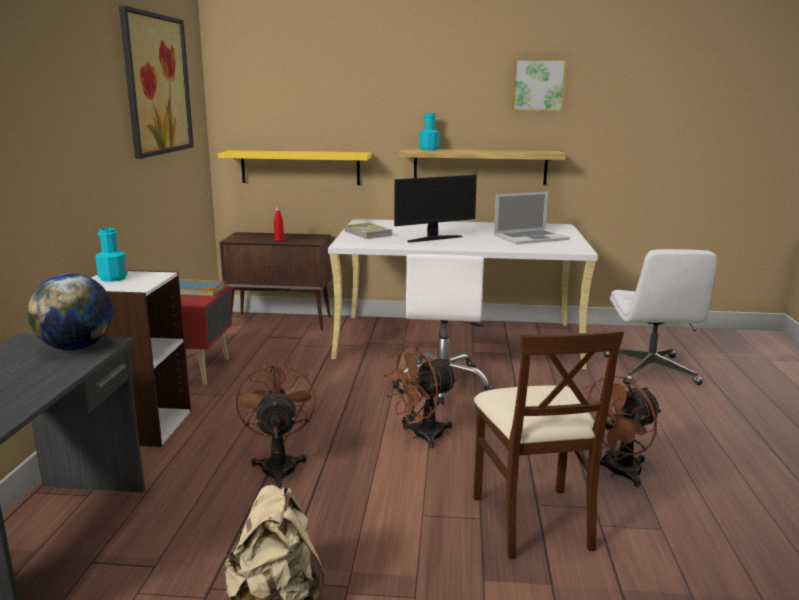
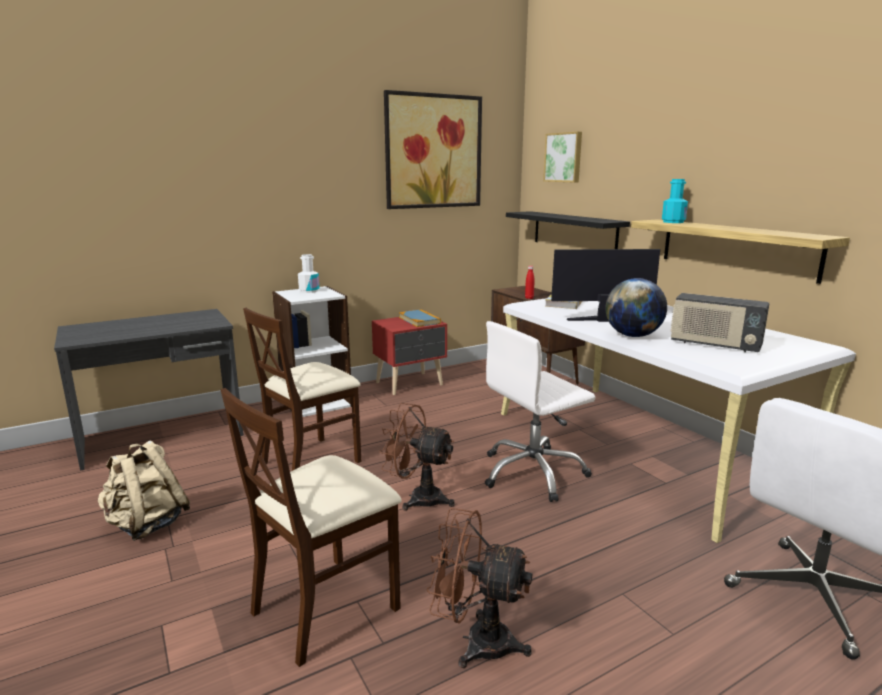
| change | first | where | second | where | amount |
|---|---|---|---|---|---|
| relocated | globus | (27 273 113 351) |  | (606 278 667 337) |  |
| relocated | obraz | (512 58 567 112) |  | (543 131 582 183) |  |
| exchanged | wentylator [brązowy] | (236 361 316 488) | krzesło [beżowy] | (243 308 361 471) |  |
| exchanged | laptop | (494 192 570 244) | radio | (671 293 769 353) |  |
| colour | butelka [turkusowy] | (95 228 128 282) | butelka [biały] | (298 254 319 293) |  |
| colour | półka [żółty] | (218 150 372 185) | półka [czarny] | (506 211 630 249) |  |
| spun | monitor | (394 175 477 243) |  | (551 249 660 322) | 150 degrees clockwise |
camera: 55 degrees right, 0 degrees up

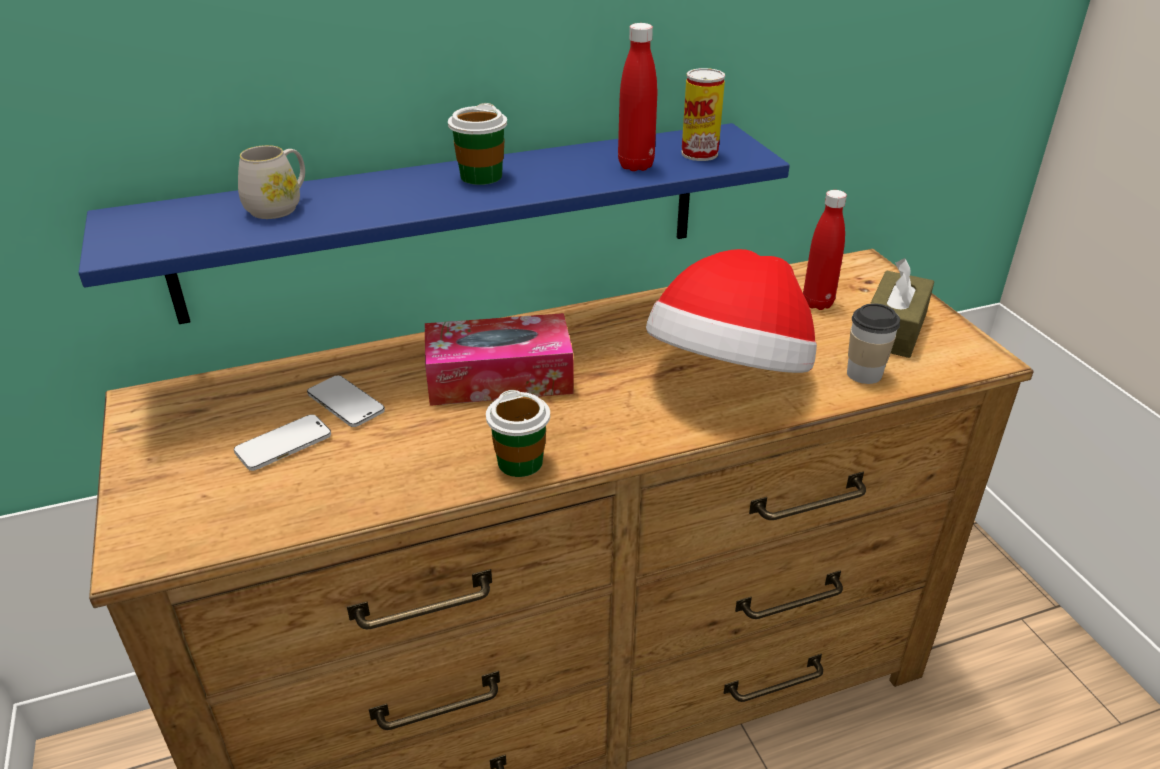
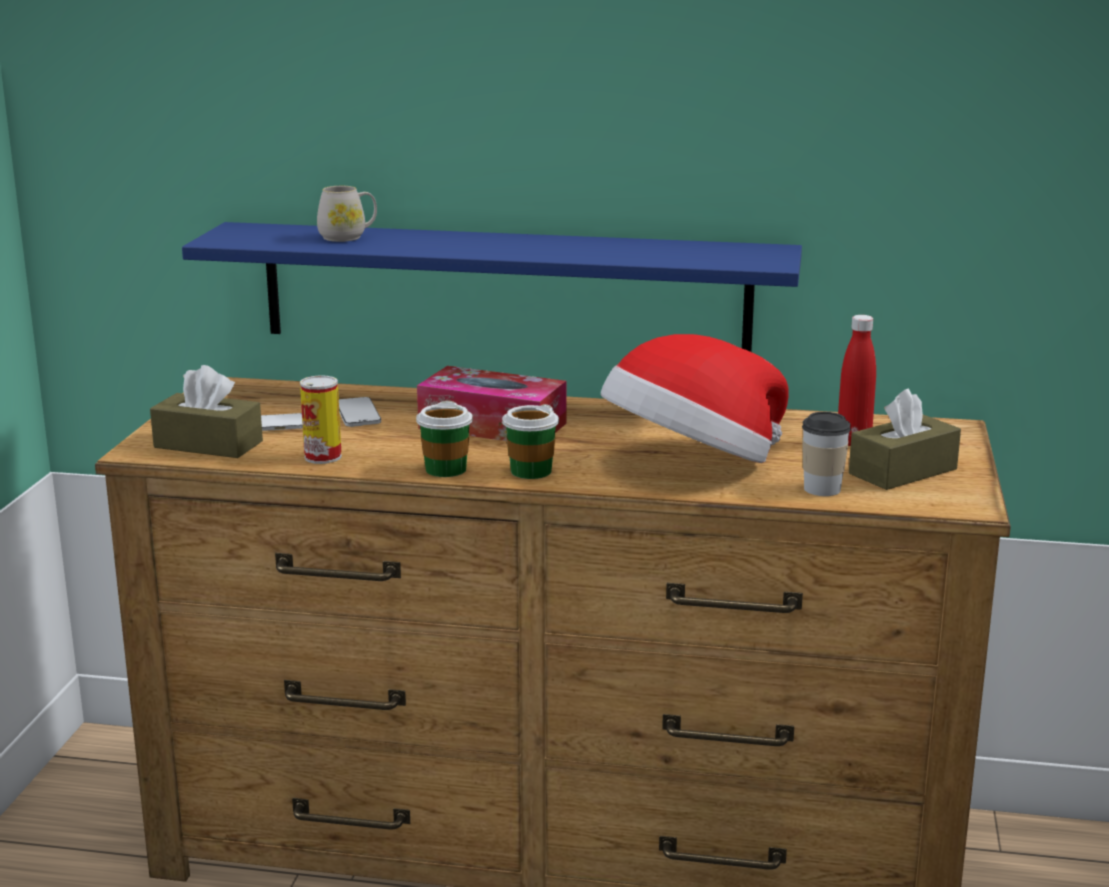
| change | first | where | second | where | amount |
|---|---|---|---|---|---|
| missing | butelka [czerwony] | (618 23 657 171) |  |  |  |
| appeared |  |  | pudełko chusteczek [brązowy] | (150 365 263 458) |  |
| relocated | filiżanka | (448 103 507 185) |  | (502 404 559 479) |  |
| relocated | puszka | (681 68 725 161) |  | (300 375 342 464) |  |
camera: 30 degrees right, 15 degrees down

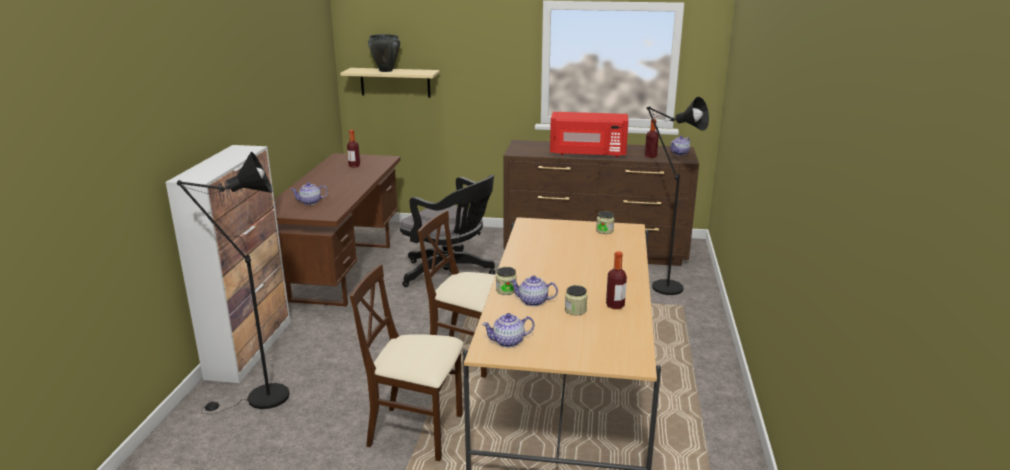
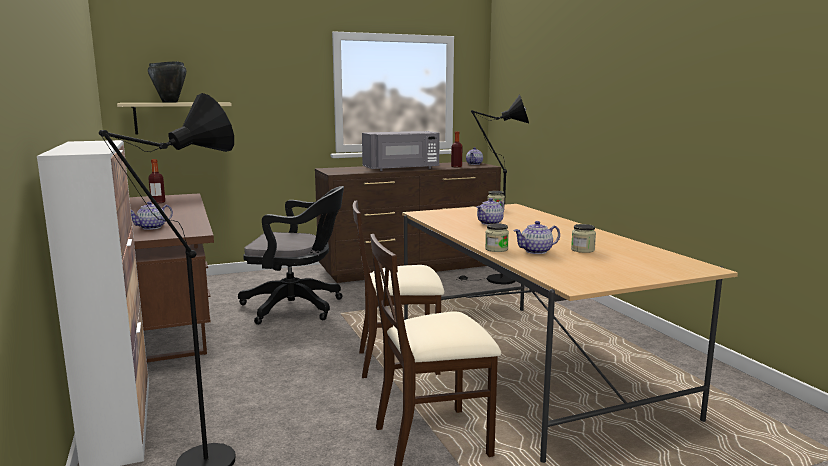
| change | first | where | second | where | amount |
|---|---|---|---|---|---|
| missing | butelka | (606 251 627 309) |  |  |  |
| relocated | imbryk | (482 313 534 347) |  | (477 198 504 225) |  |
| colour | mikrofalówka [czerwony] | (550 112 628 157) | mikrofalówka [szary] | (362 131 440 171) |  |
camera: 30 degrees left, 10 degrees down

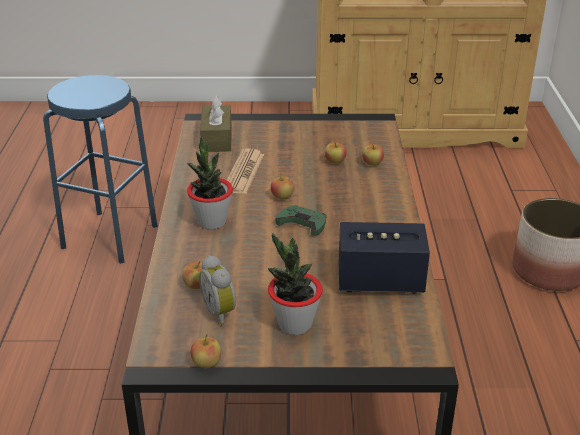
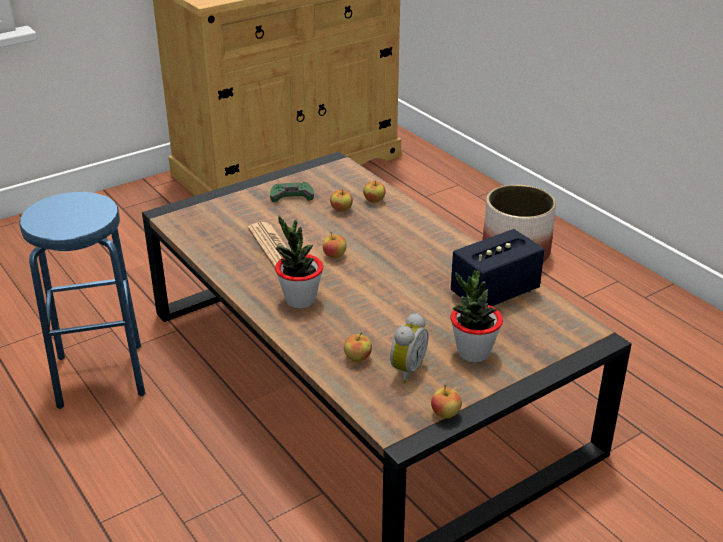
| change | first | where | second | where | amount |
|---|---|---|---|---|---|
| missing | pudełko chusteczek [brązowy] | (200 96 232 152) |  |  |  |
| relocated | pad do gier [zielony] | (275 205 326 236) |  | (270 182 314 202) |  |
| spun | budzik | (199 255 236 326) |  | (390 313 428 383) | 90 degrees counterclockwise |
camera: 35 degrees left, 0 degrees up

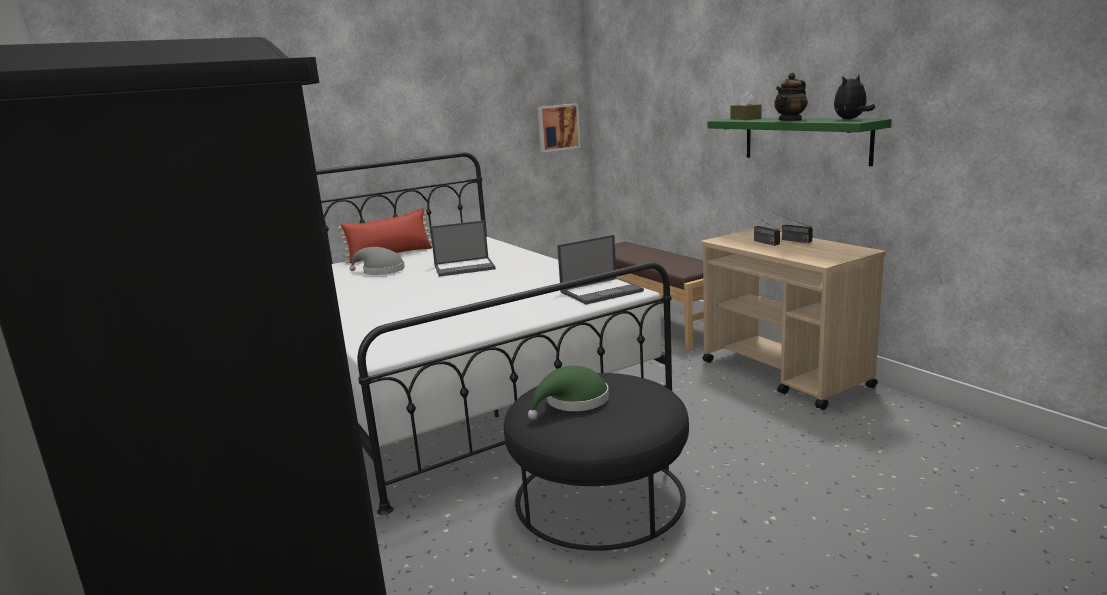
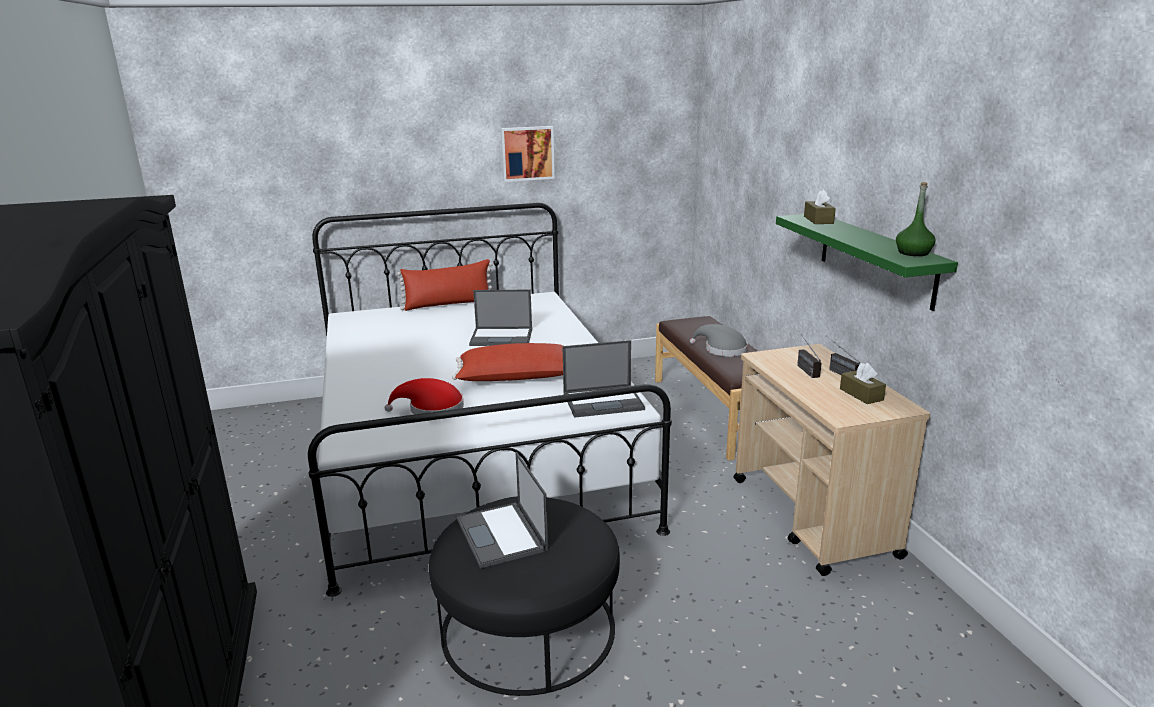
| change | first | where | second | where | amount |
|---|---|---|---|---|---|
| missing | imbryk | (774 73 808 121) |  |  |  |
| appeared |  |  | kapelusz [czerwony] | (385 378 464 414) |  |
| appeared |  |  | poduszka [czerwony] | (452 343 563 381) |  |
| appeared |  |  | pudełko chusteczek [brązowy] | (840 363 886 404) |  |
| relocated | kapelusz [szary] | (349 247 405 275) |  | (690 324 748 357) |  |
| relocated | obraz | (537 103 581 152) |  | (501 126 555 182) |  |
| exchanged | kapelusz [zielony] | (528 366 609 419) | laptop | (457 452 548 569) |  |
| exchanged | pluszak | (834 75 875 119) | butelka [zielony] | (896 182 935 256) |  |
camera: 15 degrees right, 5 degrees up

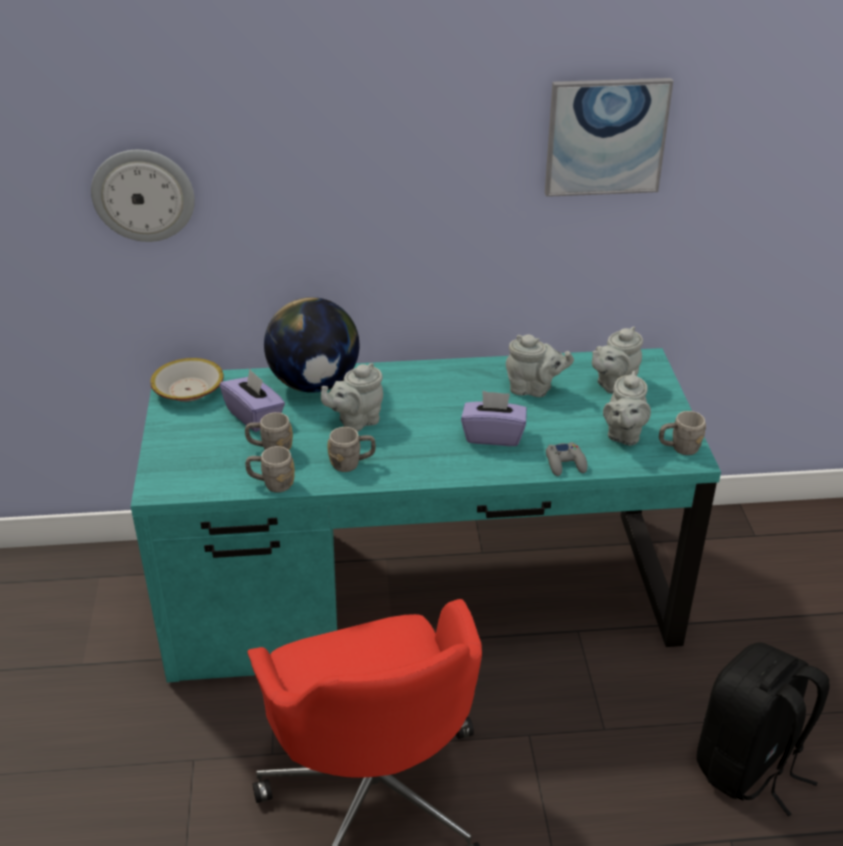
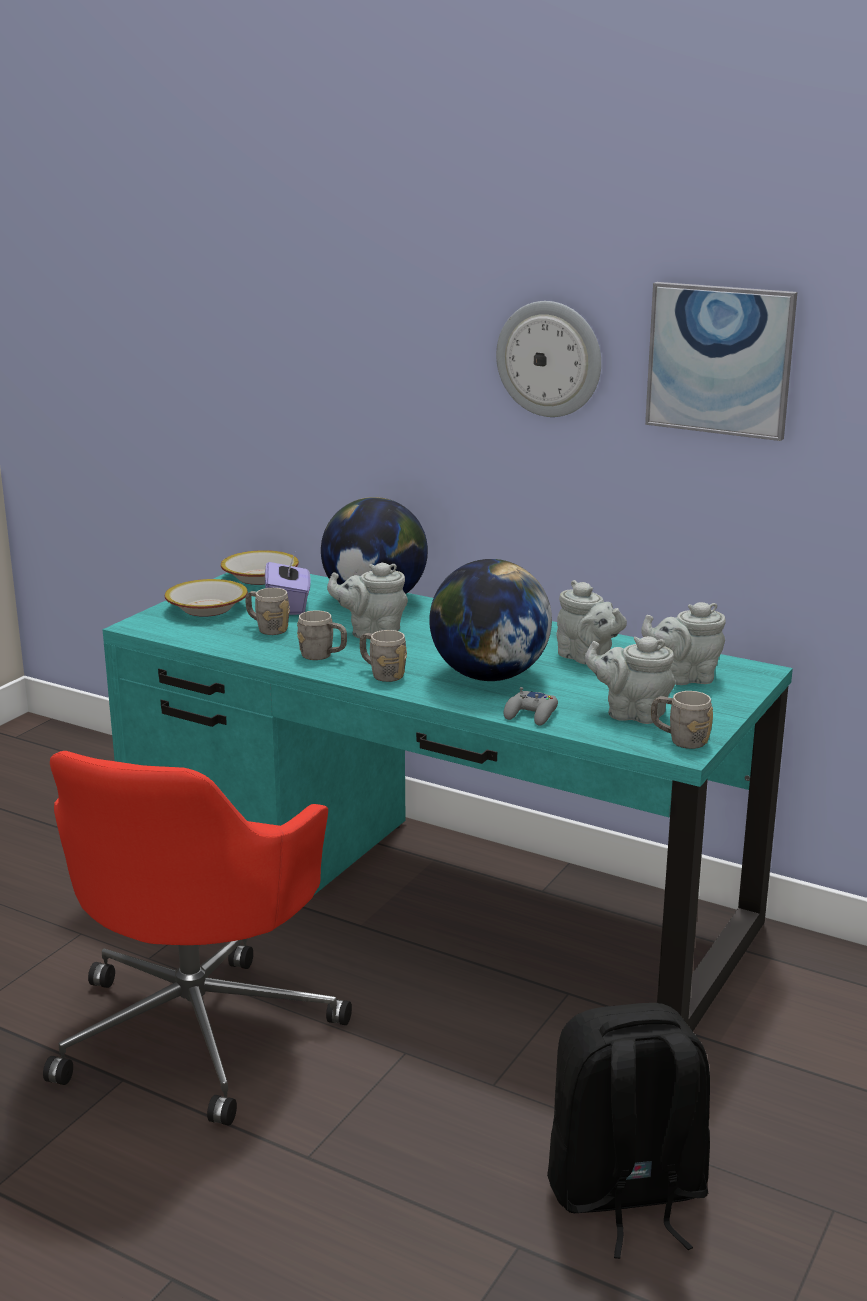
| change | first | where | second | where | amount |
|---|---|---|---|---|---|
| appeared |  |  | miska | (165 579 248 617) |  |
| relocated | zegar ścienny | (91 150 195 242) |  | (496 301 601 417) |  |
| relocated | kubek [szary] | (245 446 295 493) |  | (360 630 407 682) |  |
| exchanged | pudełko chusteczek [fioletowy] | (461 391 527 446) | globus | (429 559 552 681) |  |
| spun | imbryk [szary] | (603 371 651 446) |  | (585 636 675 724) | 60 degrees clockwise |
camera: 35 degrees right, 15 degrees down

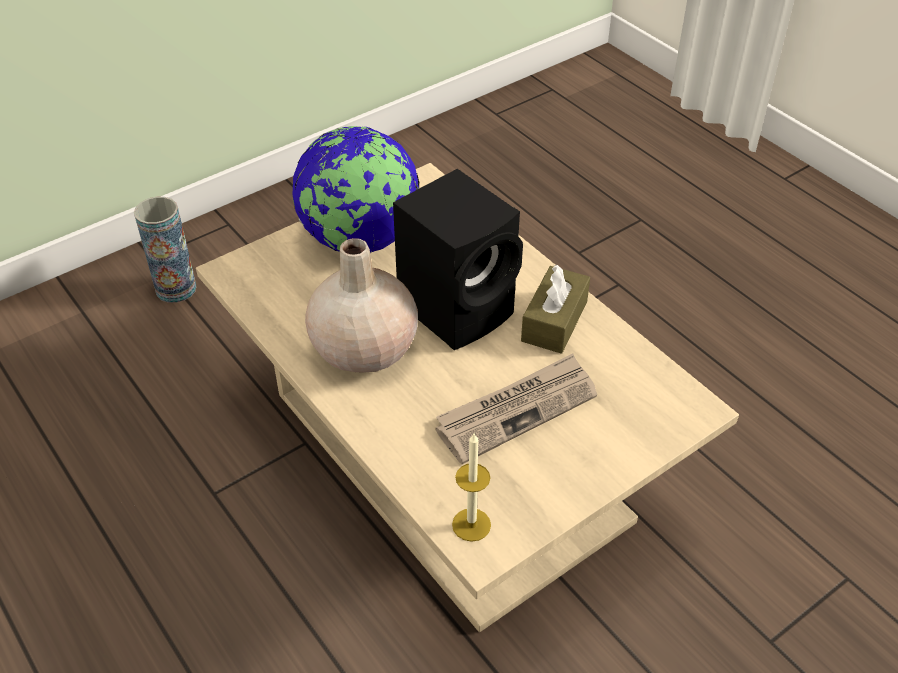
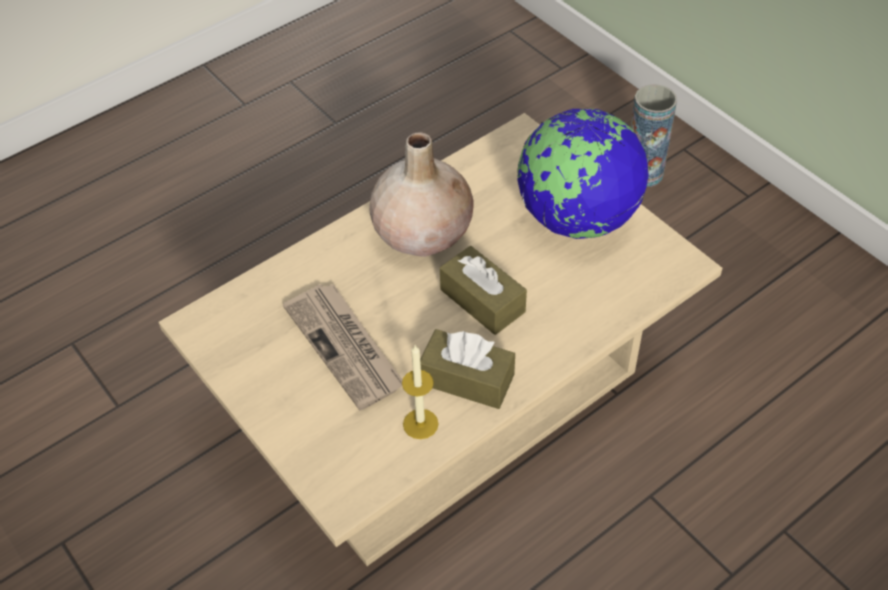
| change | first | where | second | where | amount |
|---|---|---|---|---|---|
| relocated | świeca | (452 434 491 542) |  | (402 345 439 439) |  |
| exchanged | głośnik [czarny] | (393 169 523 350) | pudełko chusteczek [brązowy] | (440 246 527 335) |  |
camera: 90 degrees right, 5 degrees up

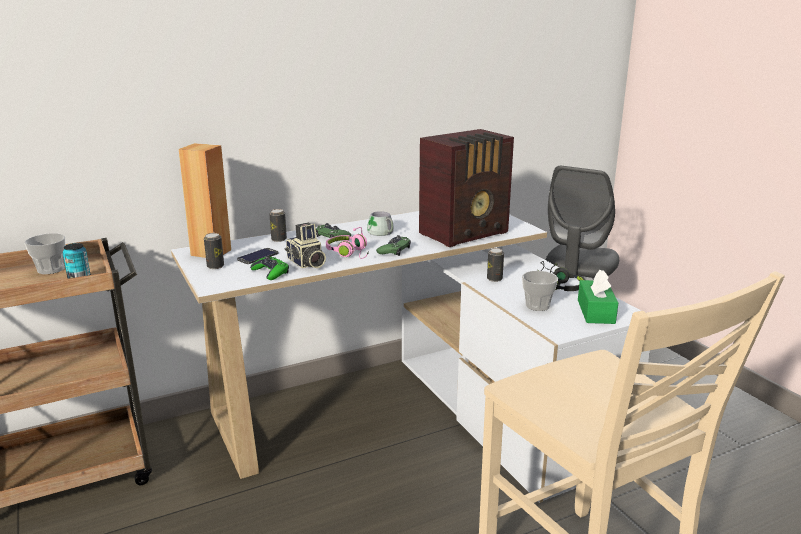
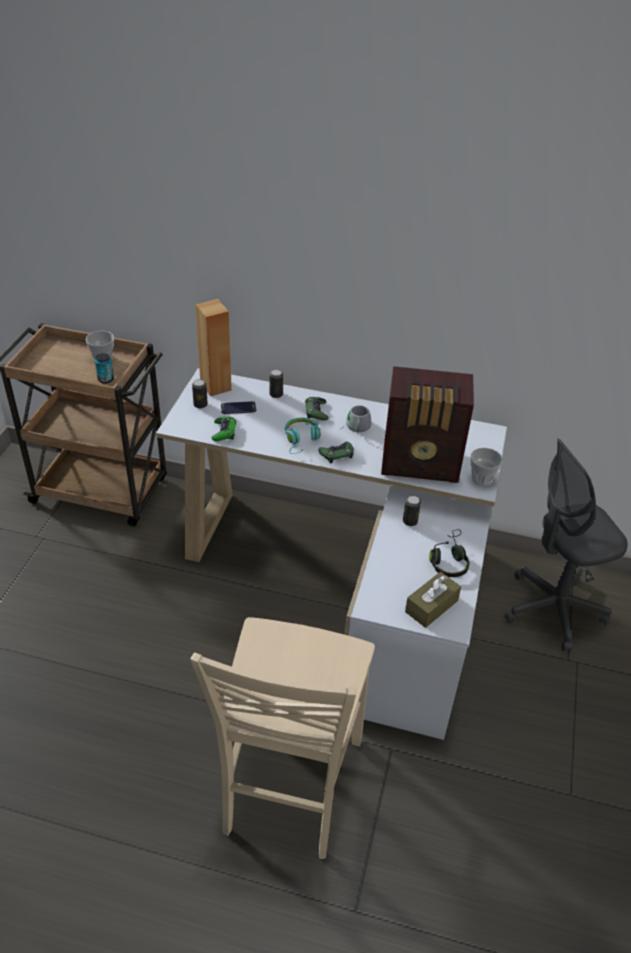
| change | first | where | second | where | amount |
|---|---|---|---|---|---|
| missing | aparat fotograficzny | (285 223 326 268) |  |  |  |
| relocated | filiżanka | (522 271 558 311) |  | (470 448 503 486) |  |
| colour | słuchawki [różowy] | (326 227 369 259) | słuchawki [turkusowy] | (285 417 320 454) |  |
| colour | pudełko chusteczek [zielony] | (578 270 618 324) | pudełko chusteczek [brązowy] | (405 572 461 628) |  |
camera: 40 degrees right, 20 degrees up

